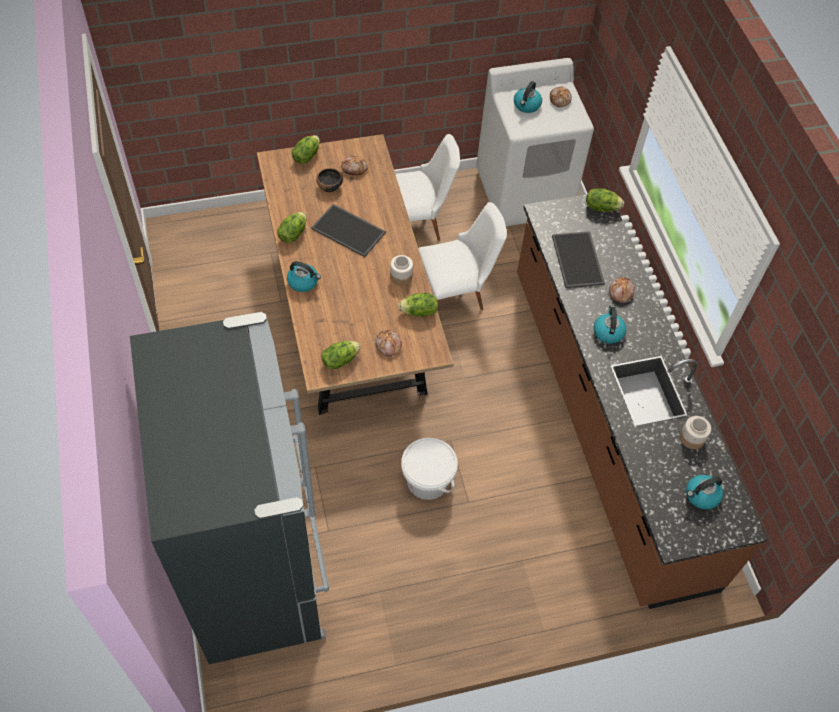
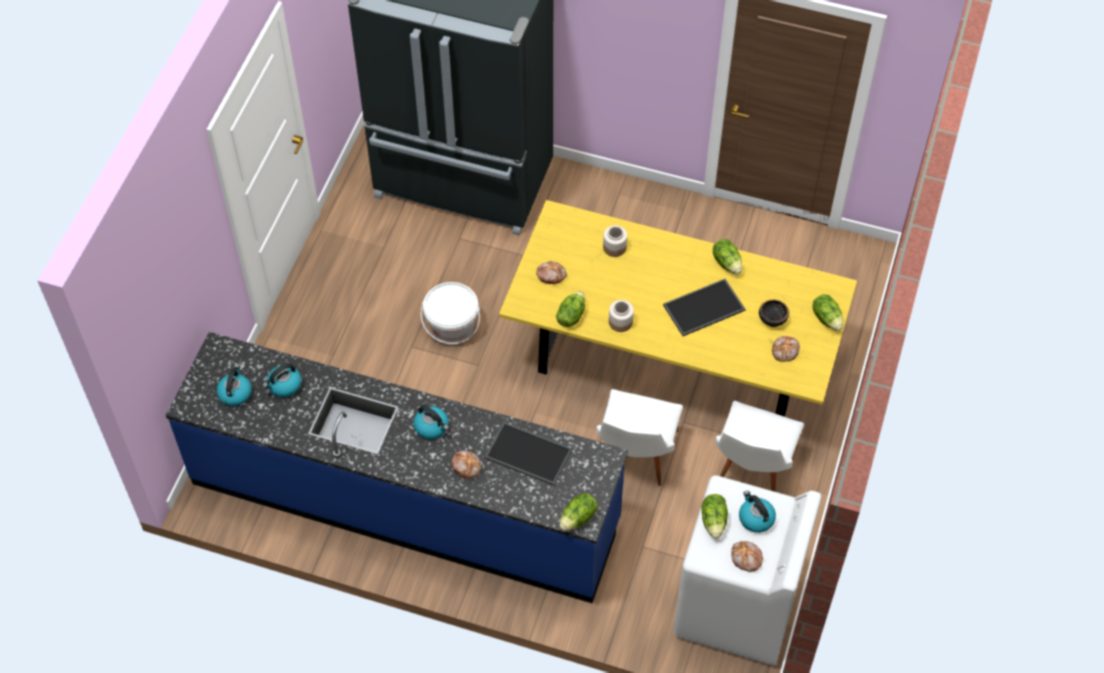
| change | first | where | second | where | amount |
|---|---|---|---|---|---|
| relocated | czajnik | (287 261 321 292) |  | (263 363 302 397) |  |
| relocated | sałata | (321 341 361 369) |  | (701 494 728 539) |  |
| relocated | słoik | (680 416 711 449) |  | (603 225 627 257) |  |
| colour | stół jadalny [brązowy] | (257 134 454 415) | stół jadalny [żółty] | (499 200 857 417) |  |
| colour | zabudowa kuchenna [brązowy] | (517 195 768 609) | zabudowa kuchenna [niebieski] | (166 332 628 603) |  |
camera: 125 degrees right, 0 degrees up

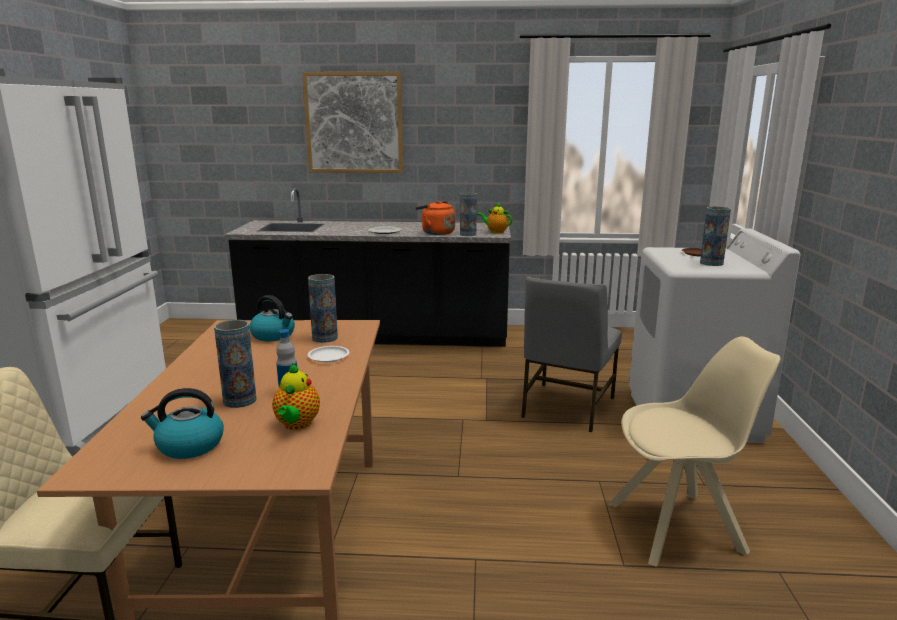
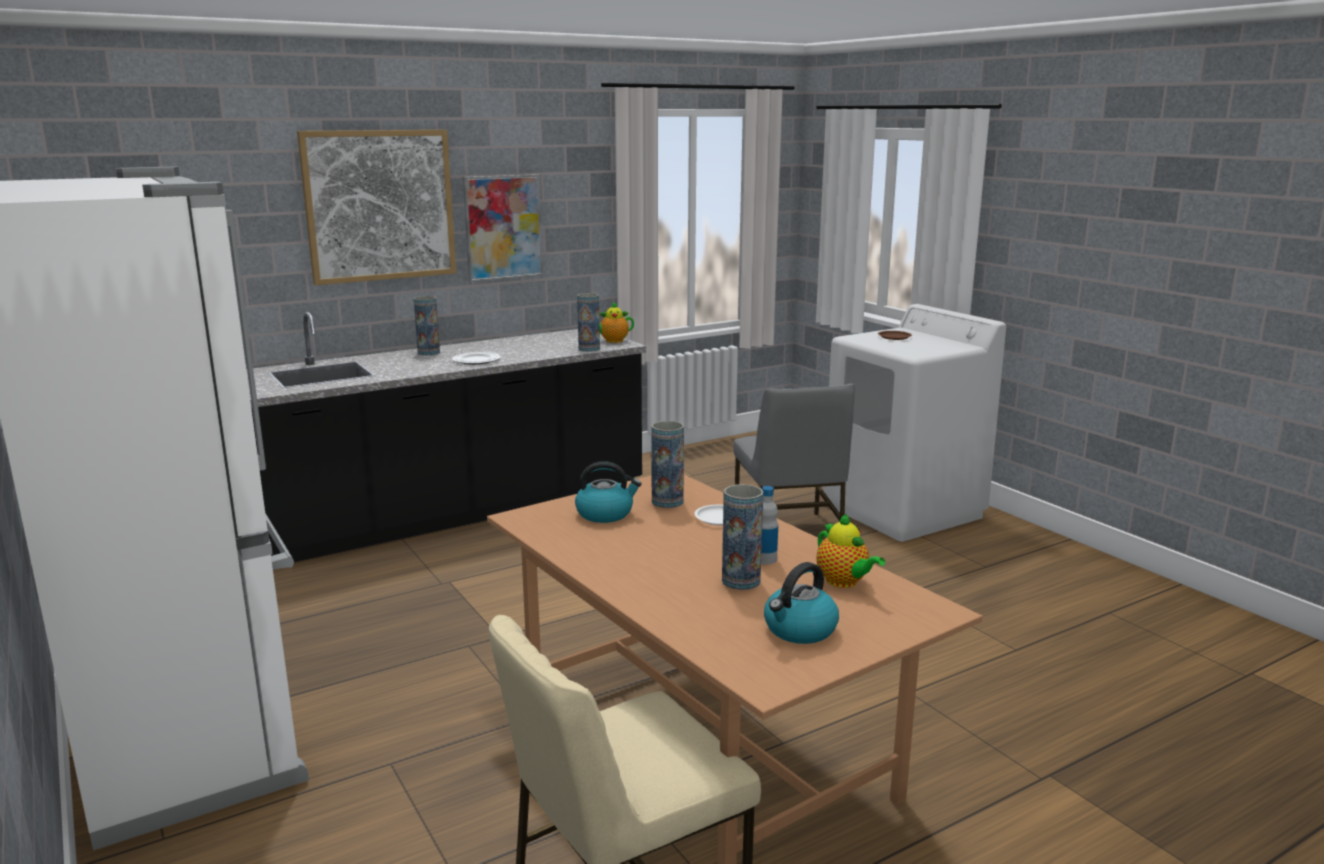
| change | first | where | second | where | amount |
|---|---|---|---|---|---|
| missing | czajnik [pomarańczowy] | (415 201 455 235) |  |  |  |
| missing | krzesło [beżowy] | (608 336 781 567) |  |  |  |
| appeared |  |  | obraz | (463 174 543 282) |  |
| relocated | wazon | (700 206 731 266) |  | (414 296 440 355) |  |
camera: 35 degrees left, 0 degrees up

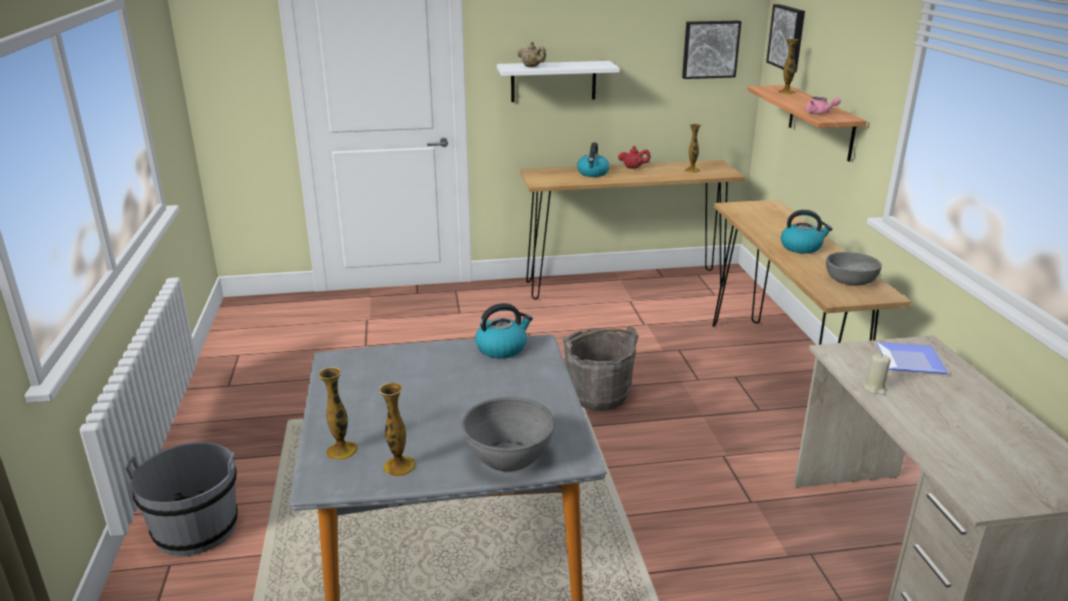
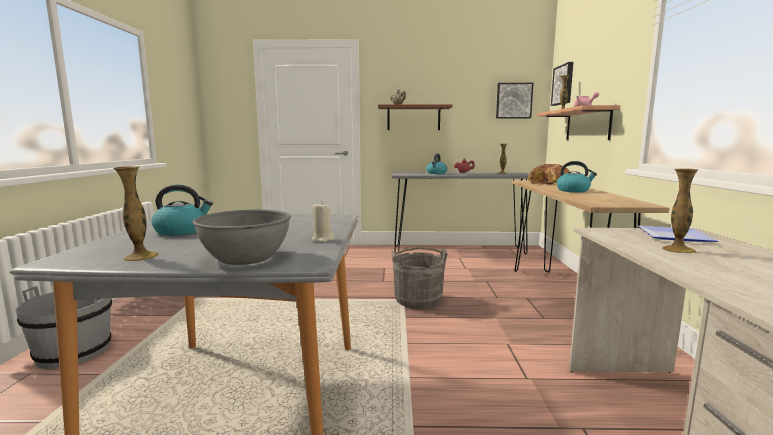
| change | first | where | second | where | amount |
|---|---|---|---|---|---|
| missing | miska [szary] | (826 252 882 285) |  |  |  |
| appeared |  |  | chleb | (528 164 570 184) |  |
| relocated | wazon | (318 367 358 460) |  | (662 168 698 253) |  |
| relocated | czajnik | (475 303 533 359) |  | (151 184 213 236) |  |
| relocated | świeca [beżowy] | (863 354 891 395) |  | (312 204 335 242) |  |
| colour | półka [biały] | (497 61 620 102) | półka [brązowy] | (378 104 453 130) |  |
| colour | stolik konsolowy [brązowy] | (520 160 745 300) | stolik konsolowy [szary] | (392 172 529 254) |  |
camera: 10 degrees right, 15 degrees down

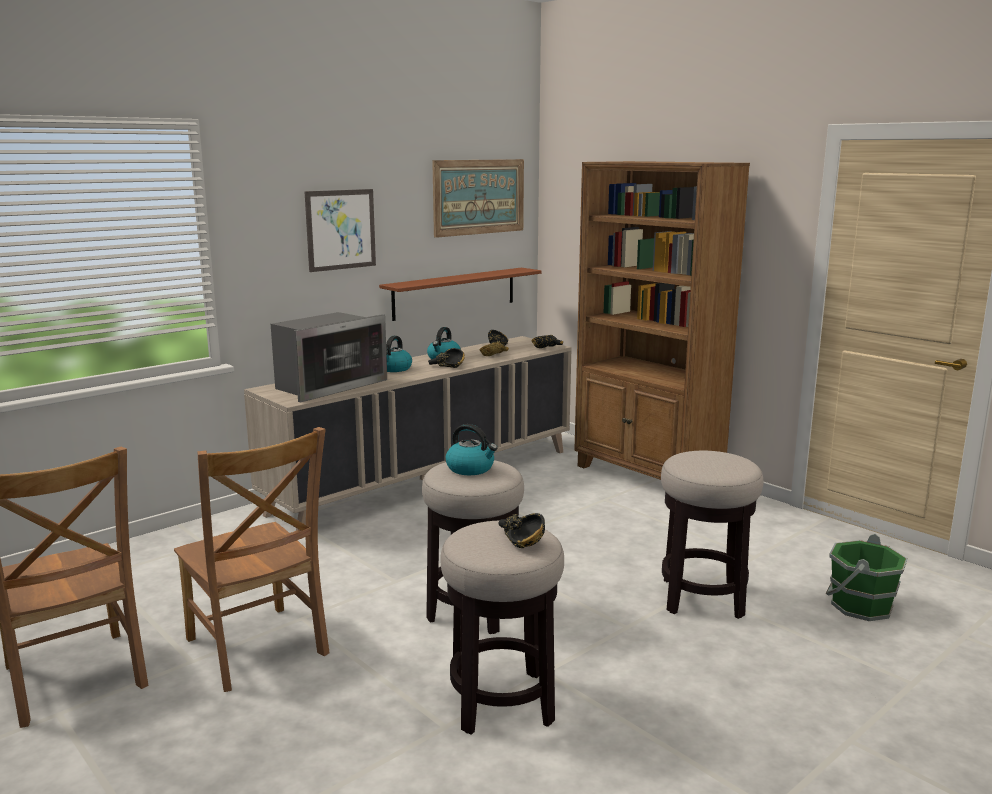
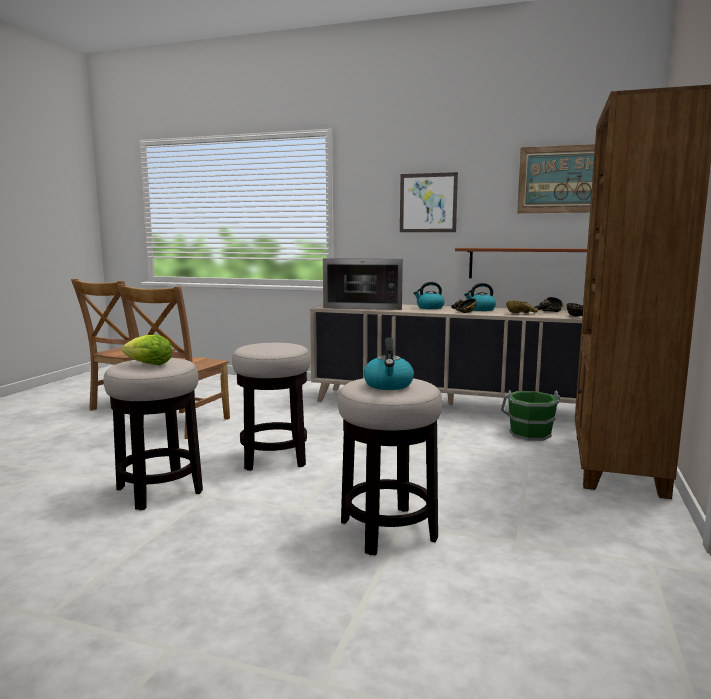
| change | first | where | second | where | amount |
|---|---|---|---|---|---|
| relocated | czajnik | (446 424 497 475) |  | (363 338 414 390) |  |
| relocated | wiadro [zielony] | (826 534 908 621) |  | (501 390 560 441) |  |
| exchanged | miska [czarny] | (499 513 545 548) | sałata | (122 335 172 365) |  |
camera: 60 degrees right, 5 degrees down

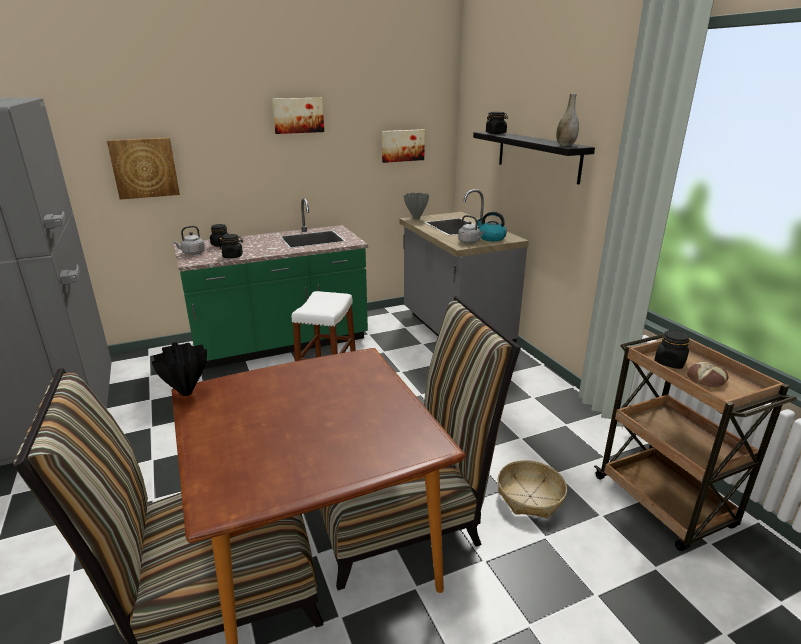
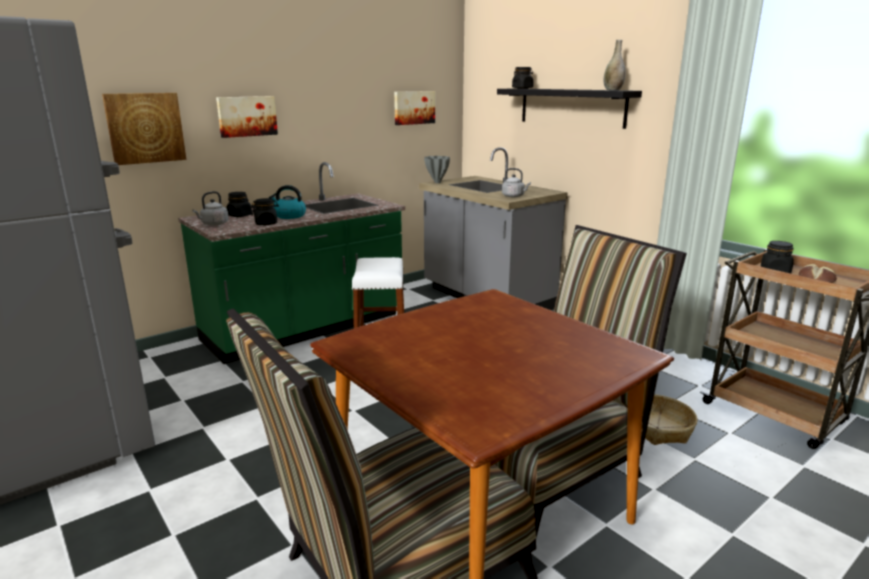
| change | first | where | second | where | amount |
|---|---|---|---|---|---|
| missing | wazon [czarny] | (152 342 207 396) |  |  |  |
| relocated | obraz | (272 98 324 134) |  | (216 96 278 138) |  |
| relocated | czajnik | (475 212 507 241) |  | (269 185 306 219) |  |
camera: 15 degrees left, 5 degrees down

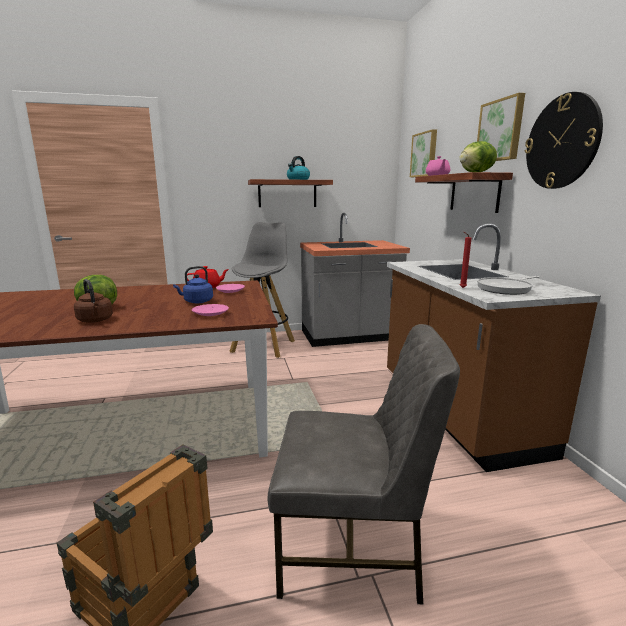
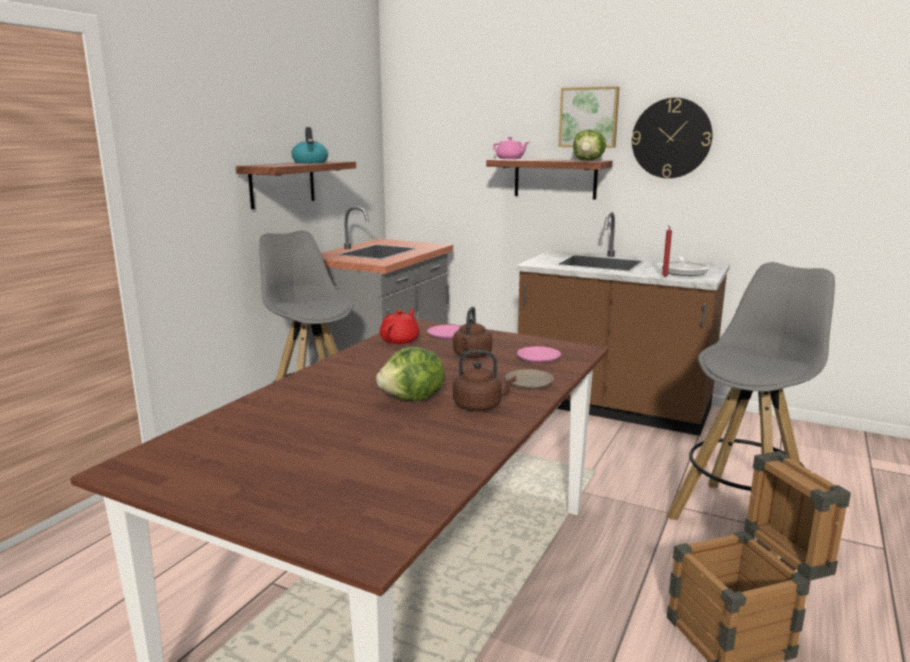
| change | first | where | second | where | amount |
|---|---|---|---|---|---|
| missing | obraz | (410 129 437 177) |  |  |  |
| appeared |  |  | talerz [beżowy] | (505 369 554 390) |  |
| exchanged | krzesło [szary] | (268 324 460 604) | stołek [szary] | (667 262 835 557) |  |
| colour | czajnik [niebieski] | (173 266 213 303) | czajnik [brązowy] | (453 307 492 358) |  |
camera: 50 degrees left, 0 degrees up

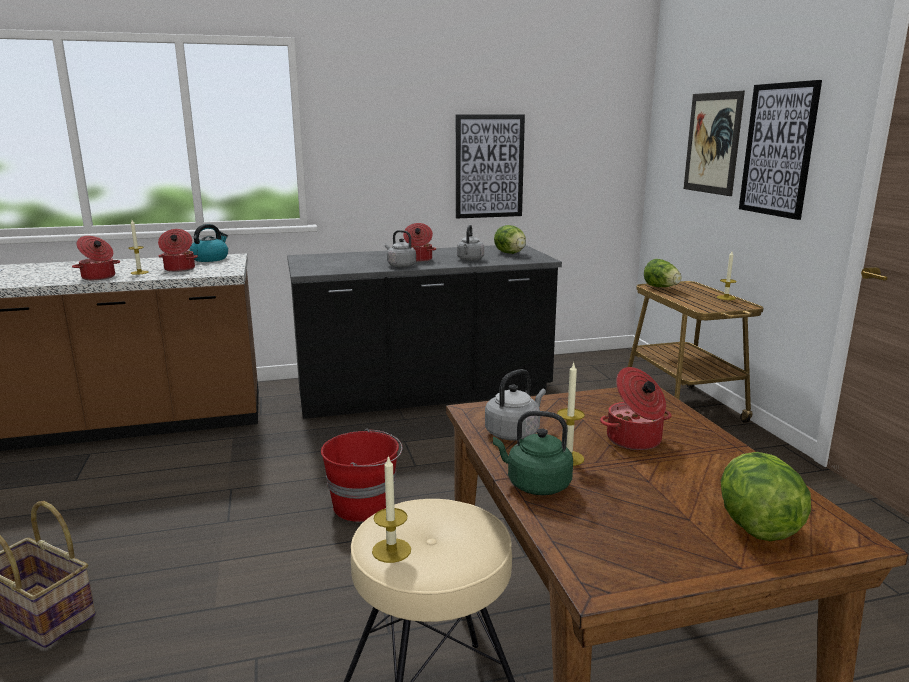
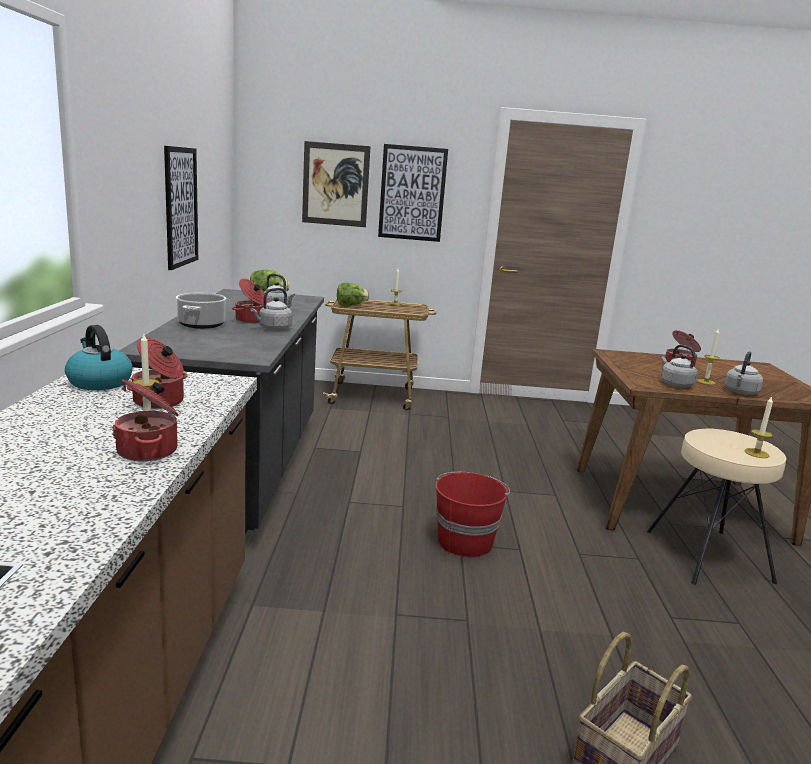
| change | first | where | second | where | amount |
|---|---|---|---|---|---|
| missing | sałata | (721 452 811 541) |  |  |  |
| appeared |  |  | garnek | (176 293 226 329) |  |
| colour | czajnik [zielony] | (493 411 573 495) | czajnik [szary] | (725 351 763 395) |  |
camera: 75 degrees left, 0 degrees up

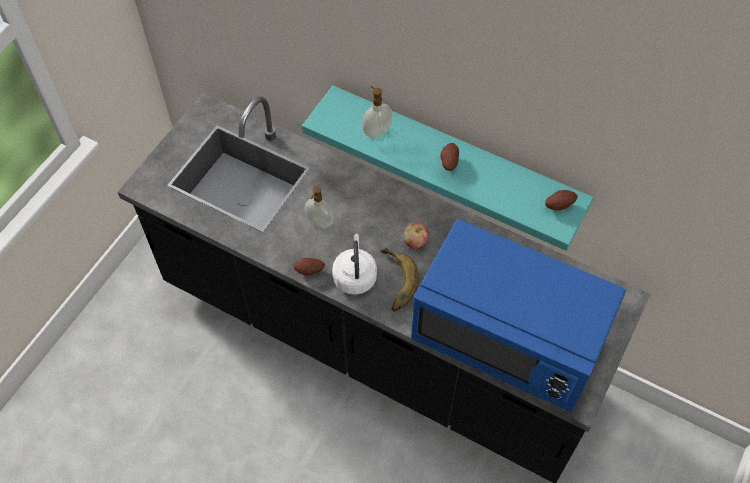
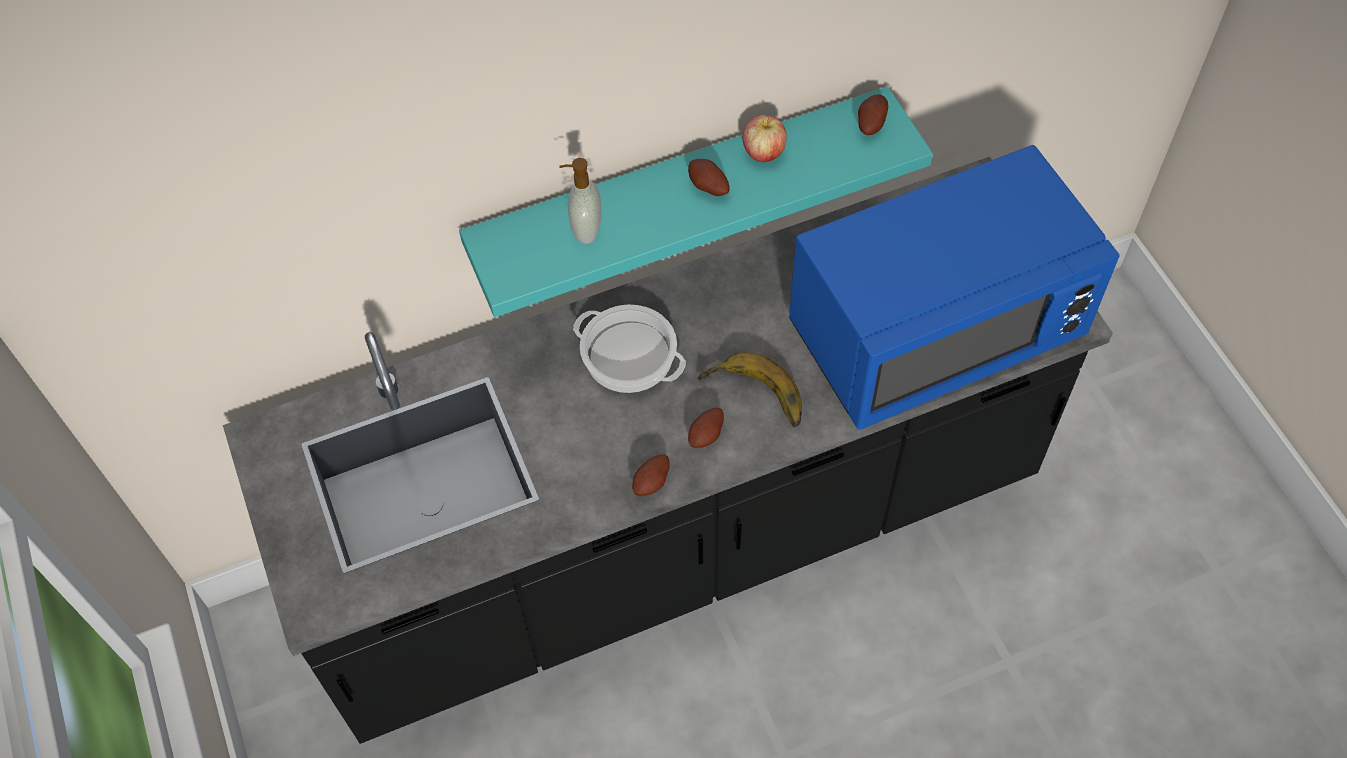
| change | first | where | second | where | amount |
|---|---|---|---|---|---|
| missing | dozownik mydła | (305 186 334 228) |  |  |  |
| appeared |  |  | garnek | (573 305 686 393) |  |
| relocated | jabłko | (403 222 429 249) |  | (743 115 787 162) |  |
| exchanged | czajnik [biały] | (332 234 377 295) | ziemniak | (688 408 724 448) |  |
camera: 50 degrees left, 0 degrees up

